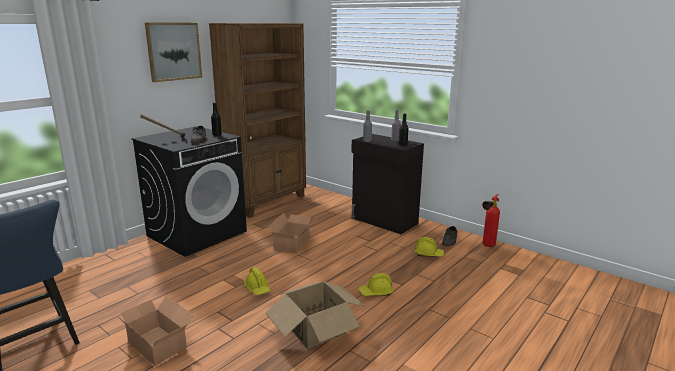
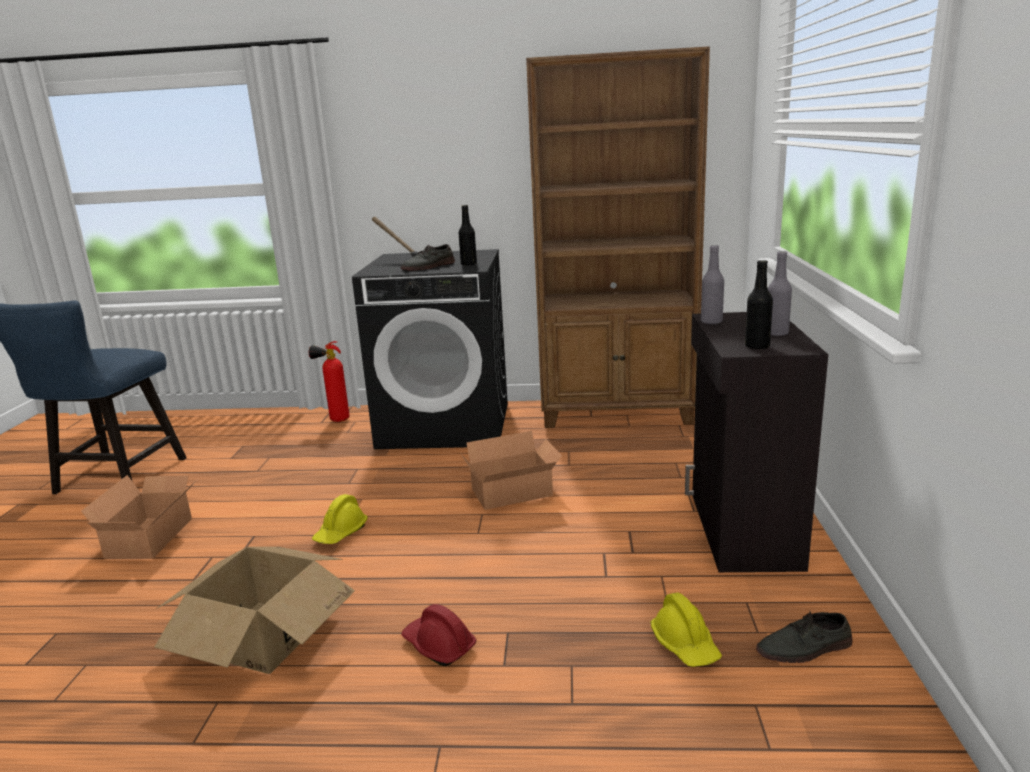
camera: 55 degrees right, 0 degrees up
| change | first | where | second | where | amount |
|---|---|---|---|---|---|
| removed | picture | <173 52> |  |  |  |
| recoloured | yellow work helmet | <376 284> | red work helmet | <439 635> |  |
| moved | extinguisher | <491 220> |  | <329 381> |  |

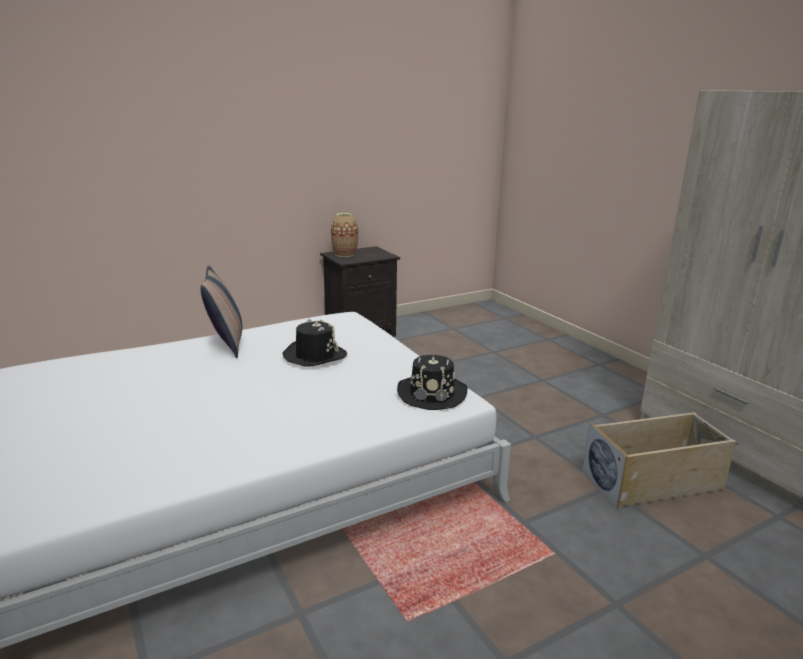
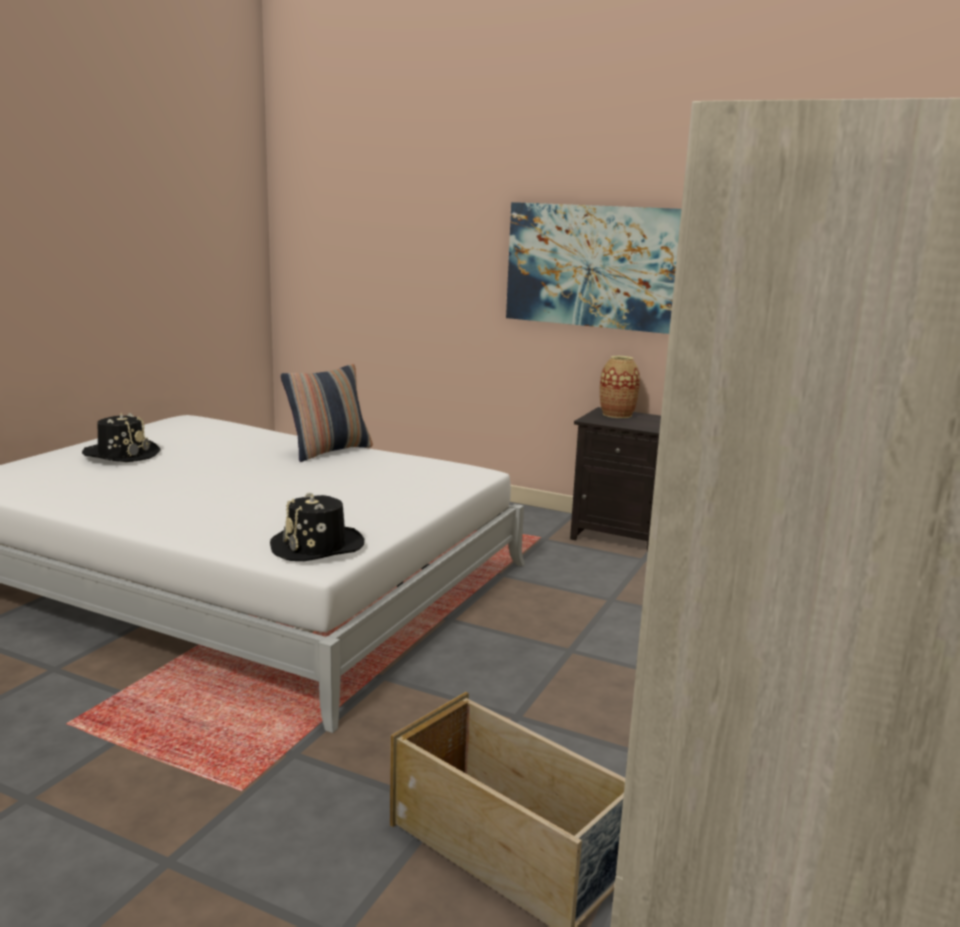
camera: 55 degrees right, 5 degrees down
| change | first | where | second | where | amount |
|---|---|---|---|---|---|
| moved | black wearable hat | <315 343> |  | <121 437> |  |
| added |  |  | picture | <593 268> |  |

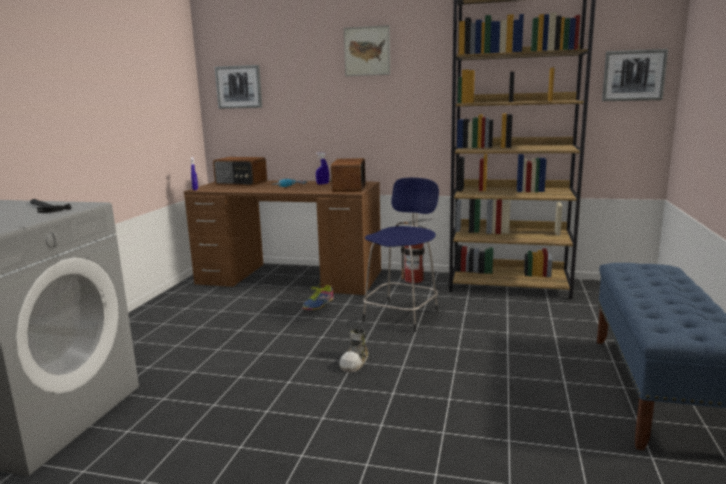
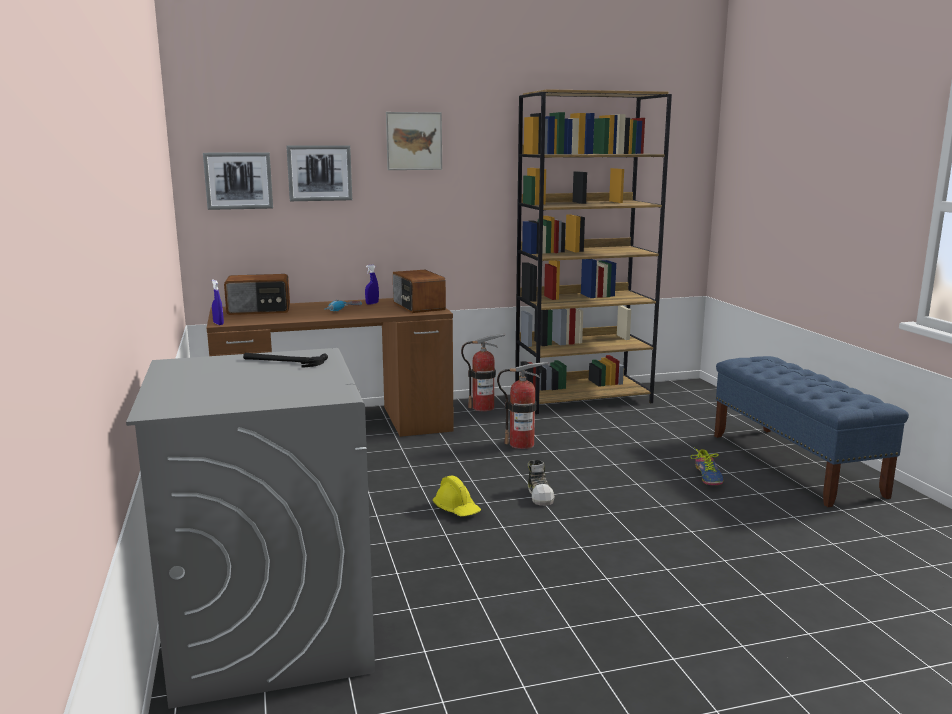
camera: 30 degrees left, 0 degrees up
| change | first | where | second | where | amount |
|---|---|---|---|---|---|
| moved | item of footwear | <318 296> |  | <707 466> |  |
| replaced | bluish stool seat | <400 255> | extinguisher | <522 405> |  |
| moved | picture | <635 75> |  | <319 173> |  |
| added |  |  | yellow work helmet | <456 496> |  |

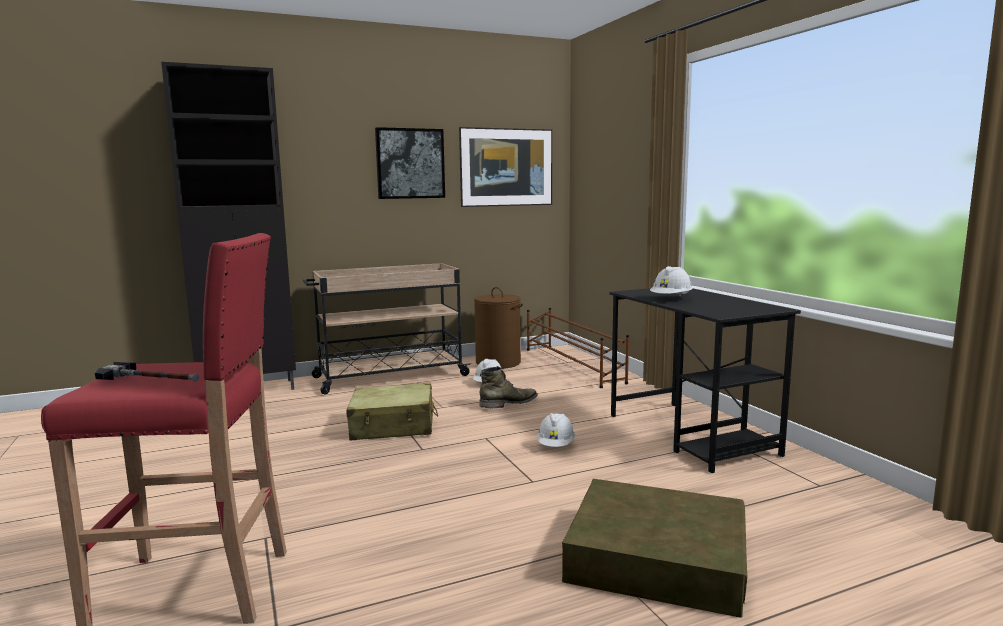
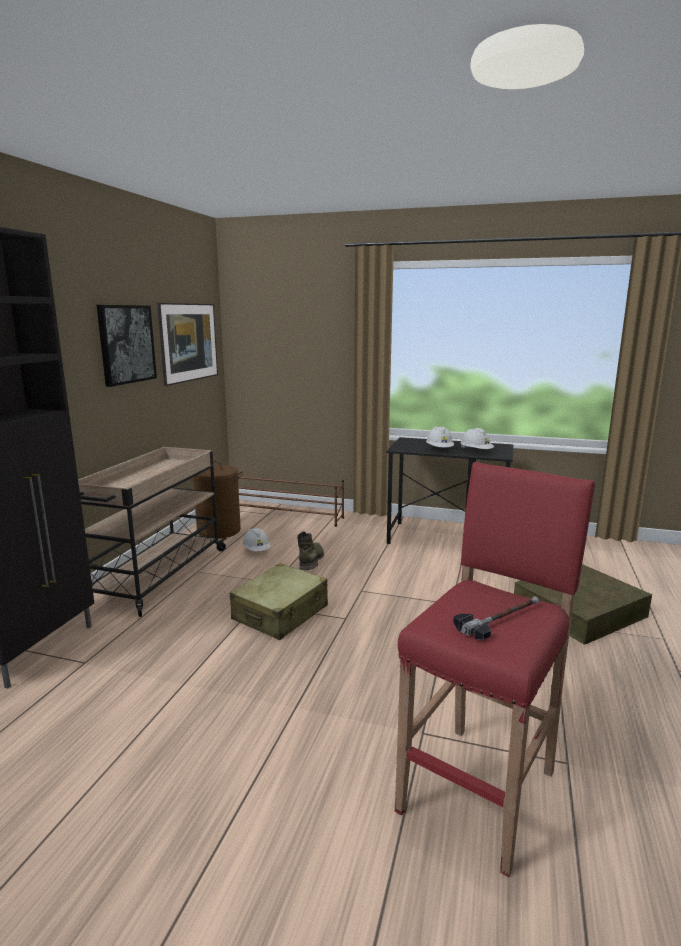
camera: 50 degrees left, 5 degrees up
| change | first | where | second | where | amount |
|---|---|---|---|---|---|
| moved | white work helmet | <556 430> |  | <477 438> |  |

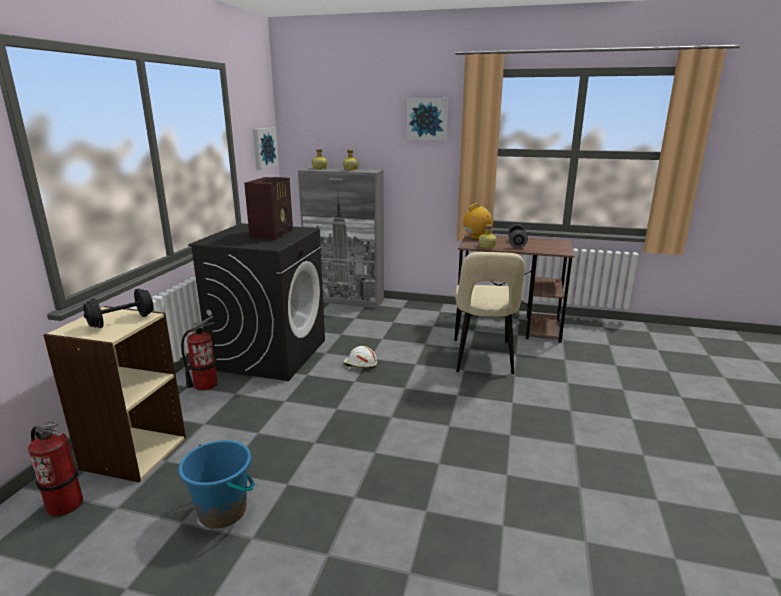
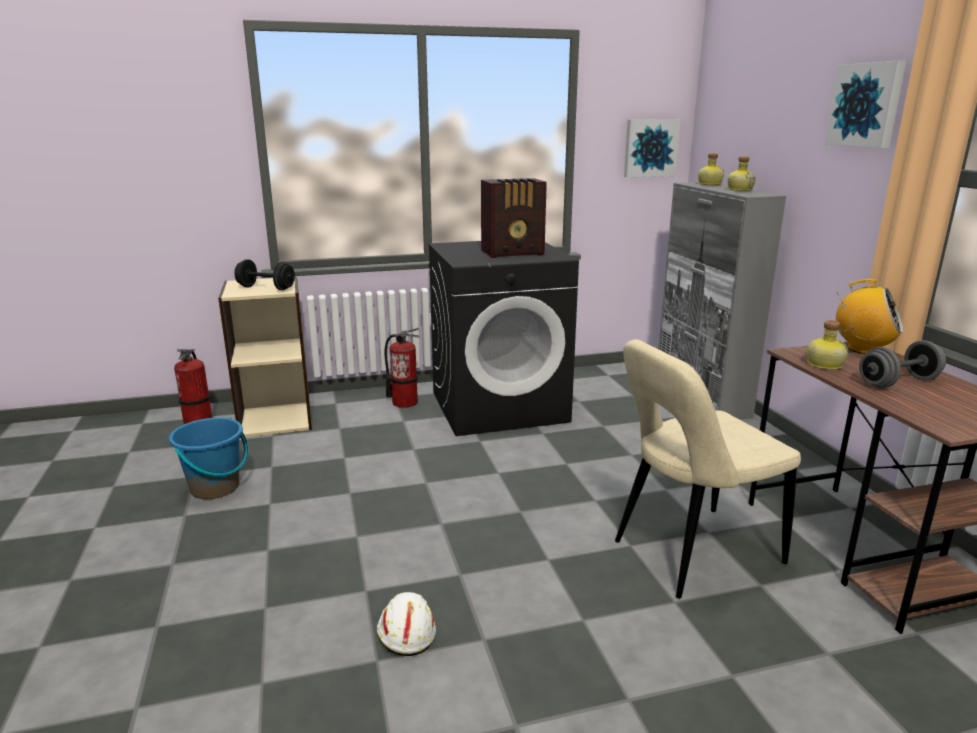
camera: 60 degrees right, 0 degrees up
| change | first | where | second | where | amount |
|---|---|---|---|---|---|
| moved | white work helmet | <360 357> |  | <406 624> |  |

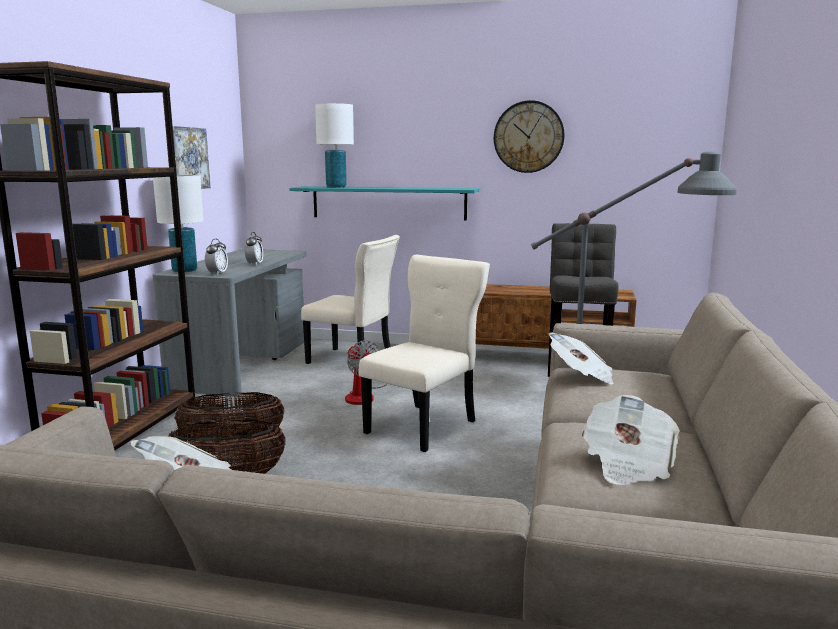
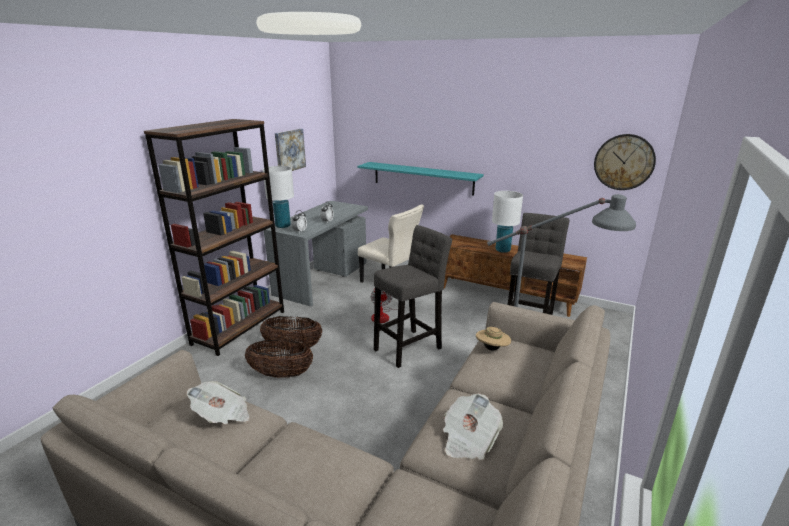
camera: 15 degrees right, 10 degrees up
| change | first | where | second | where | amount |
|---|---|---|---|---|---|
| moved | white lamp for a table | <334 145> |  | <507 222> |  |
| replaced | sand-coloured upright chair | <424 353> | grey stool seat | <413 296> |  |
| moved | clock on the wall | <529 136> |  | <625 162> |  |
| replaced | newspaper | <581 358> | sand-coloured wearable hat | <493 339> |  |

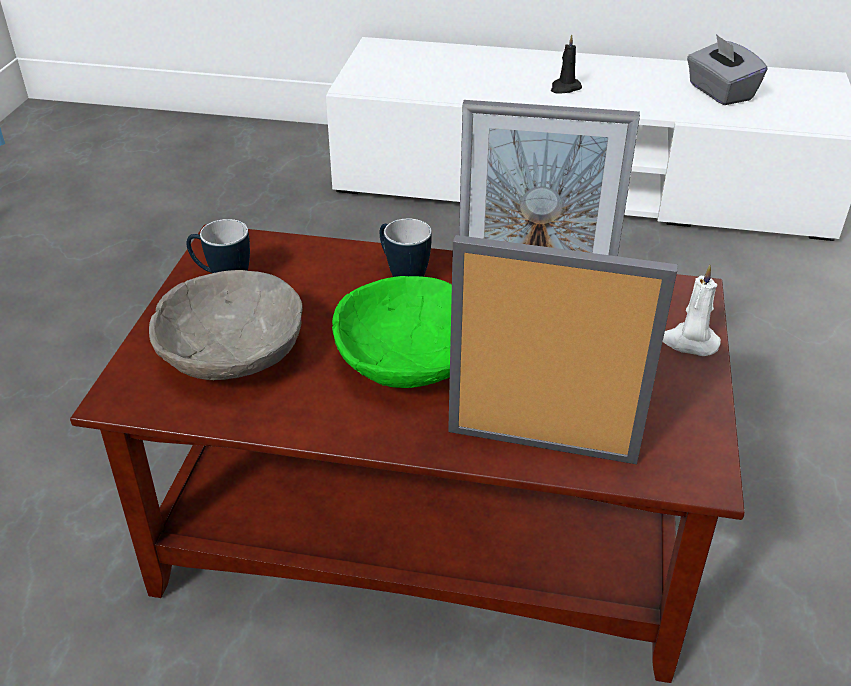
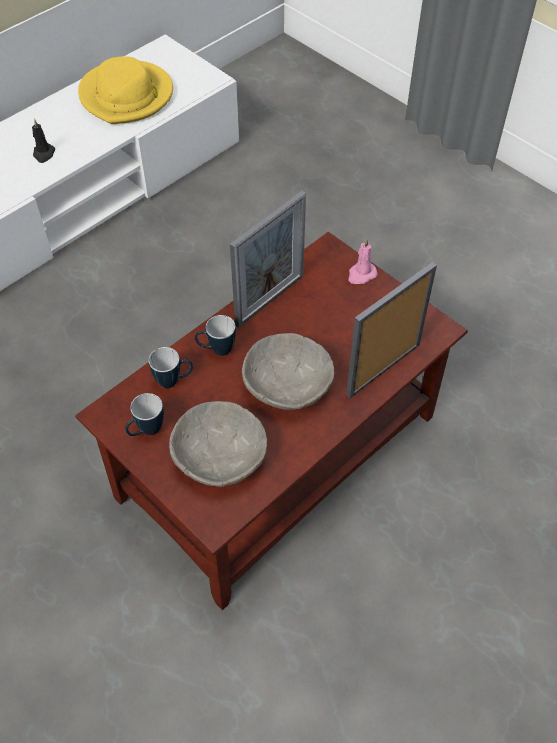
camera: 55 degrees left, 15 degrees up
| change | first | where | second | where | amount |
|---|---|---|---|---|---|
| recoloured | greenish serving bowl | <392 332> | grey serving bowl | <288 371> |  |
| recoloured | white candle | <692 310> | pinkish candle | <363 261> |  |
| replaced | grey box of tissues | <727 69> | yellow wearable hat | <125 90> |  |
| added |  |  | coffee mug | <171 367> |  |

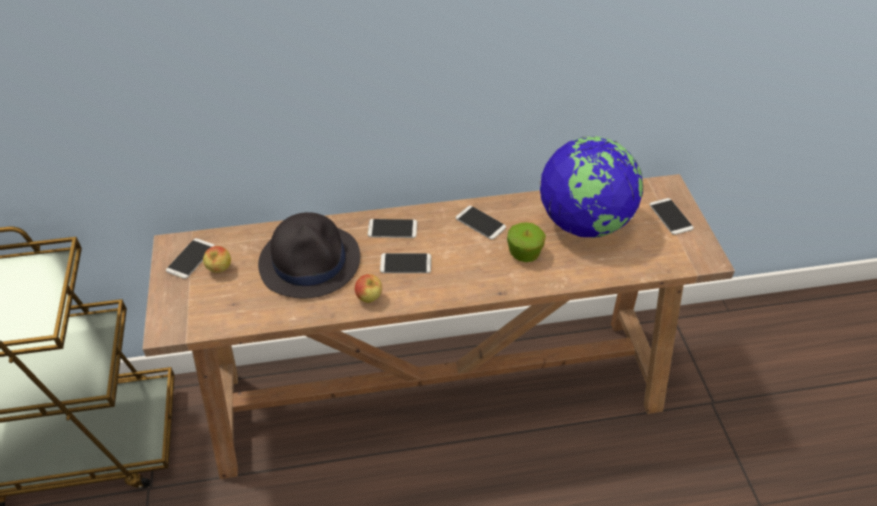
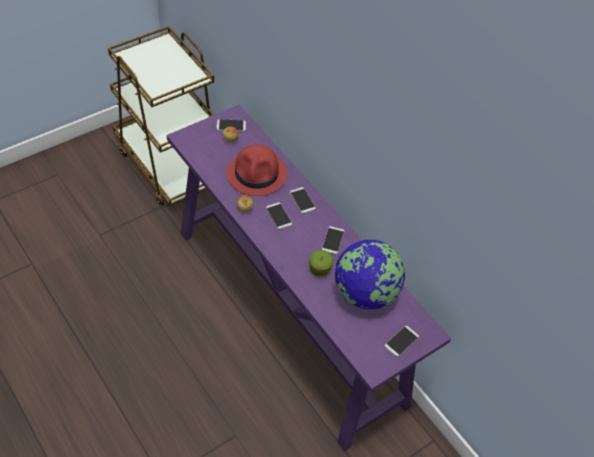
camera: 60 degrees right, 5 degrees up
| change | first | where | second | where | amount |
|---|---|---|---|---|---|
| recoloured | brown-coloured hall table | <439 326> | purplish hall table | <309 278> |  |
| recoloured | black wearable hat | <309 255> | red wearable hat | <256 170> |  |

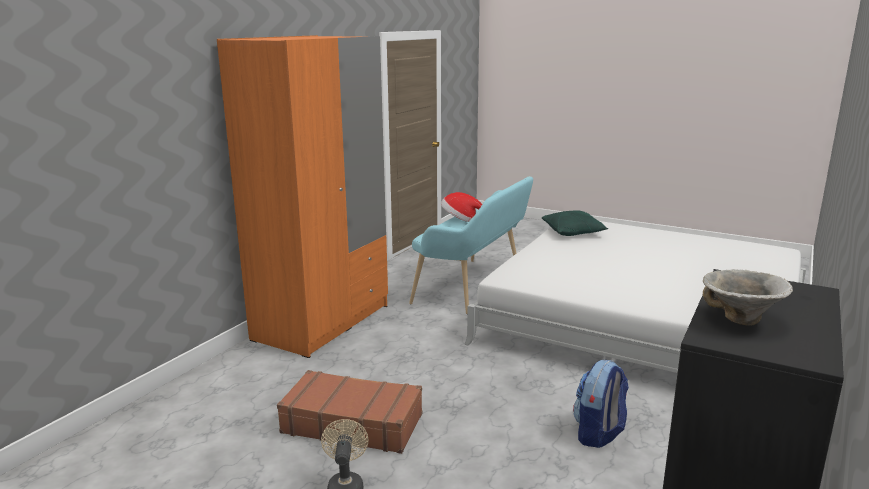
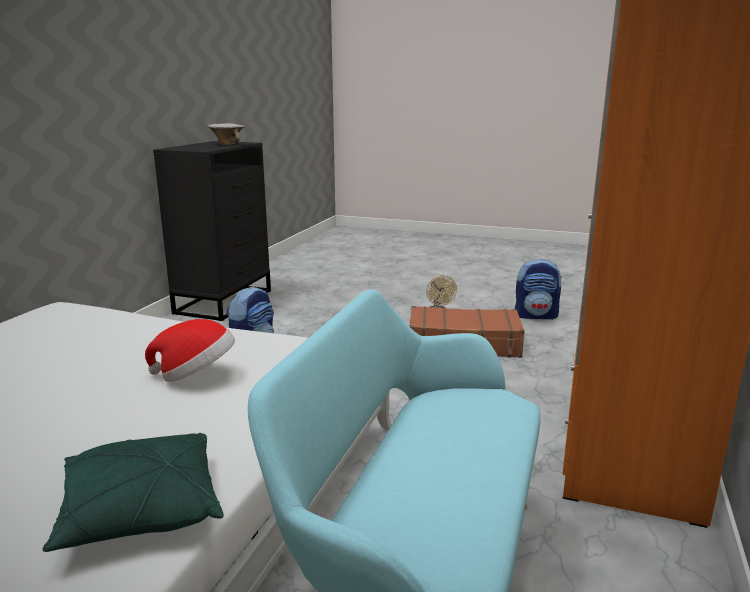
camera: 170 degrees right, 0 degrees up
| change | first | where | second | where | amount |
|---|---|---|---|---|---|
| moved | wearable hat | <461 207> |  | <190 350> |  |
| added |  |  | backpack | <538 289> |  |

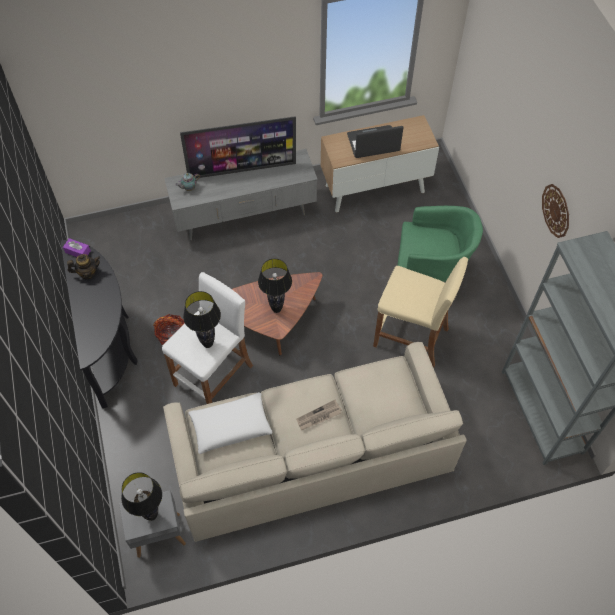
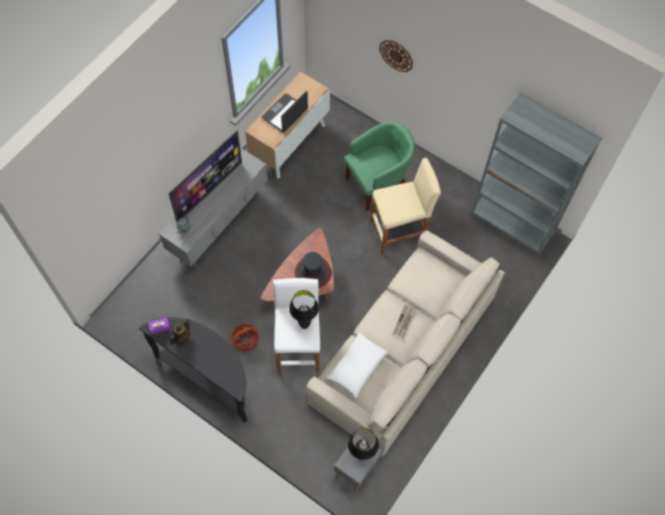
camera: 40 degrees left, 5 degrees up
| change | first | where | second | where | amount |
|---|---|---|---|---|---|
| replaced | black lamp for a table | <275 286> | wearable hat | <313 270> |  |
| moved | clock on the wall | <555 211> |  | <396 56> |  |

